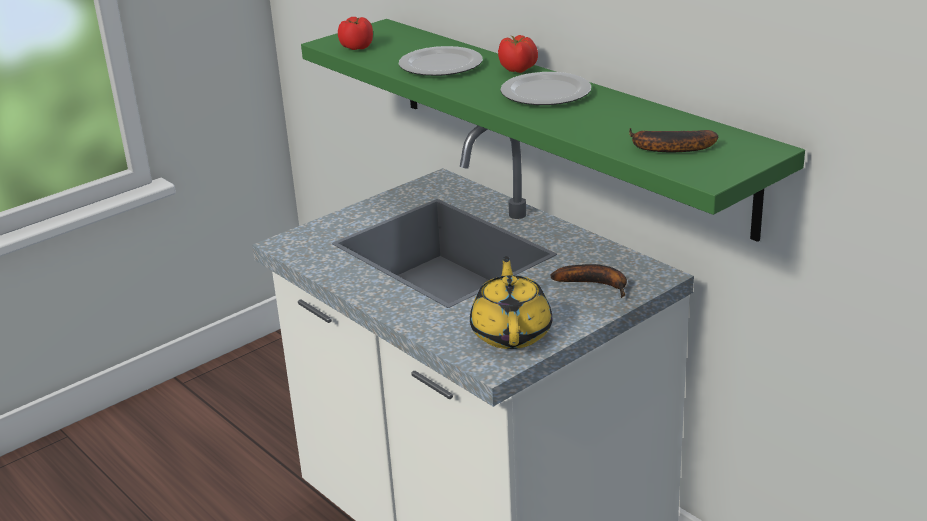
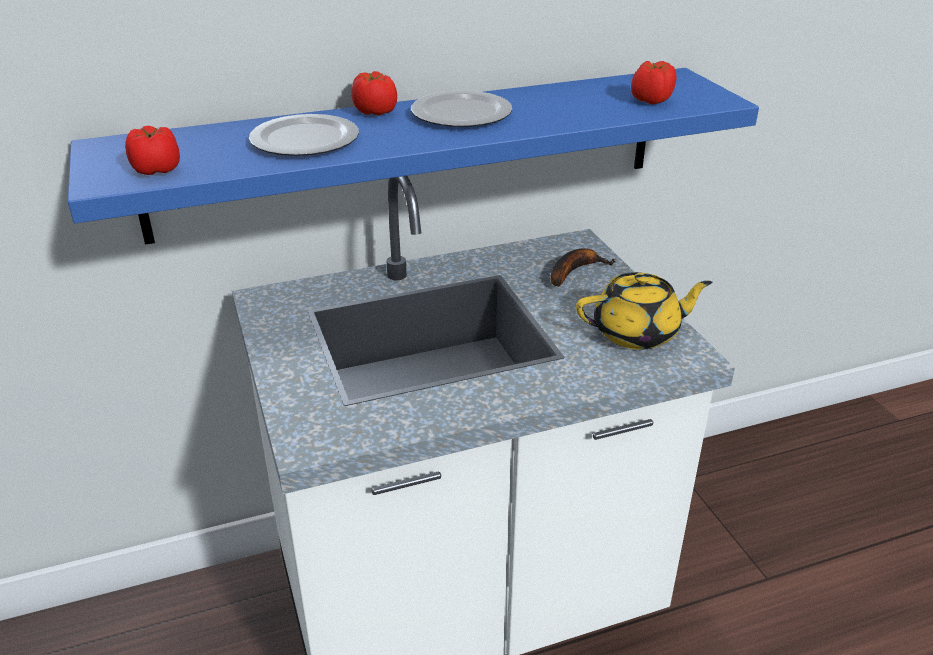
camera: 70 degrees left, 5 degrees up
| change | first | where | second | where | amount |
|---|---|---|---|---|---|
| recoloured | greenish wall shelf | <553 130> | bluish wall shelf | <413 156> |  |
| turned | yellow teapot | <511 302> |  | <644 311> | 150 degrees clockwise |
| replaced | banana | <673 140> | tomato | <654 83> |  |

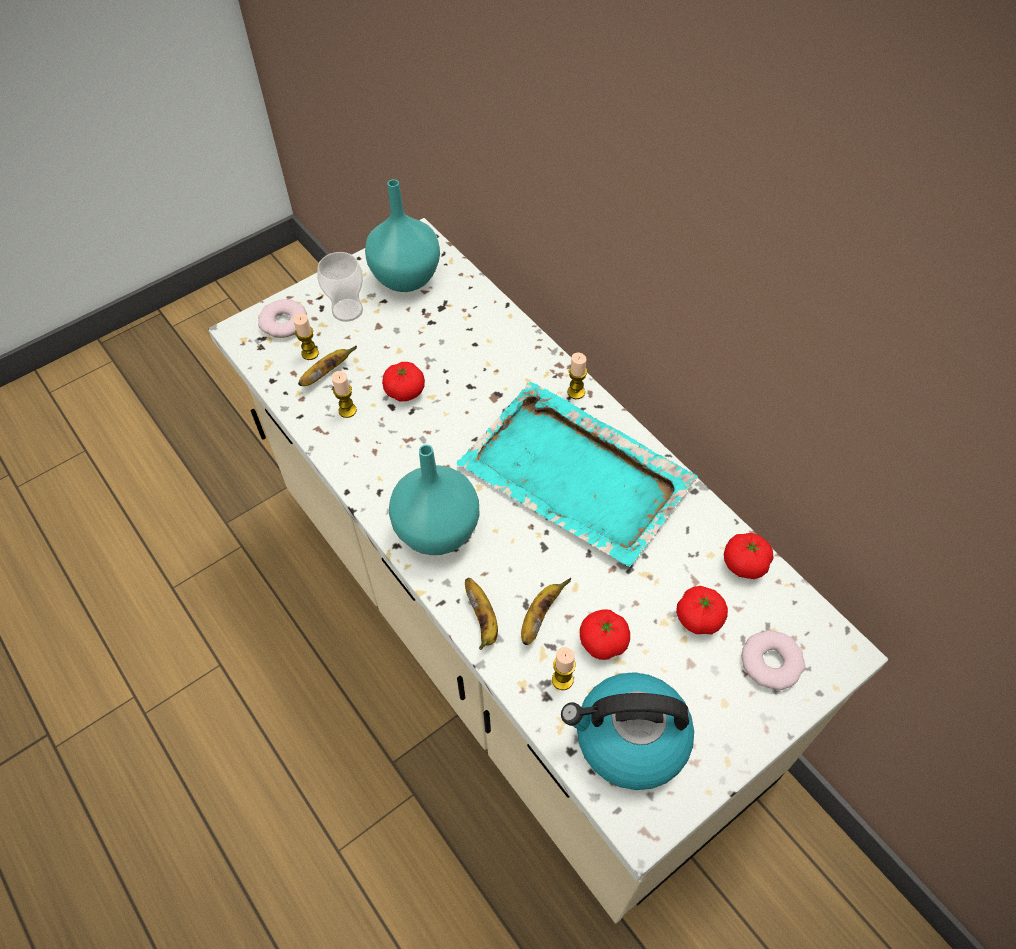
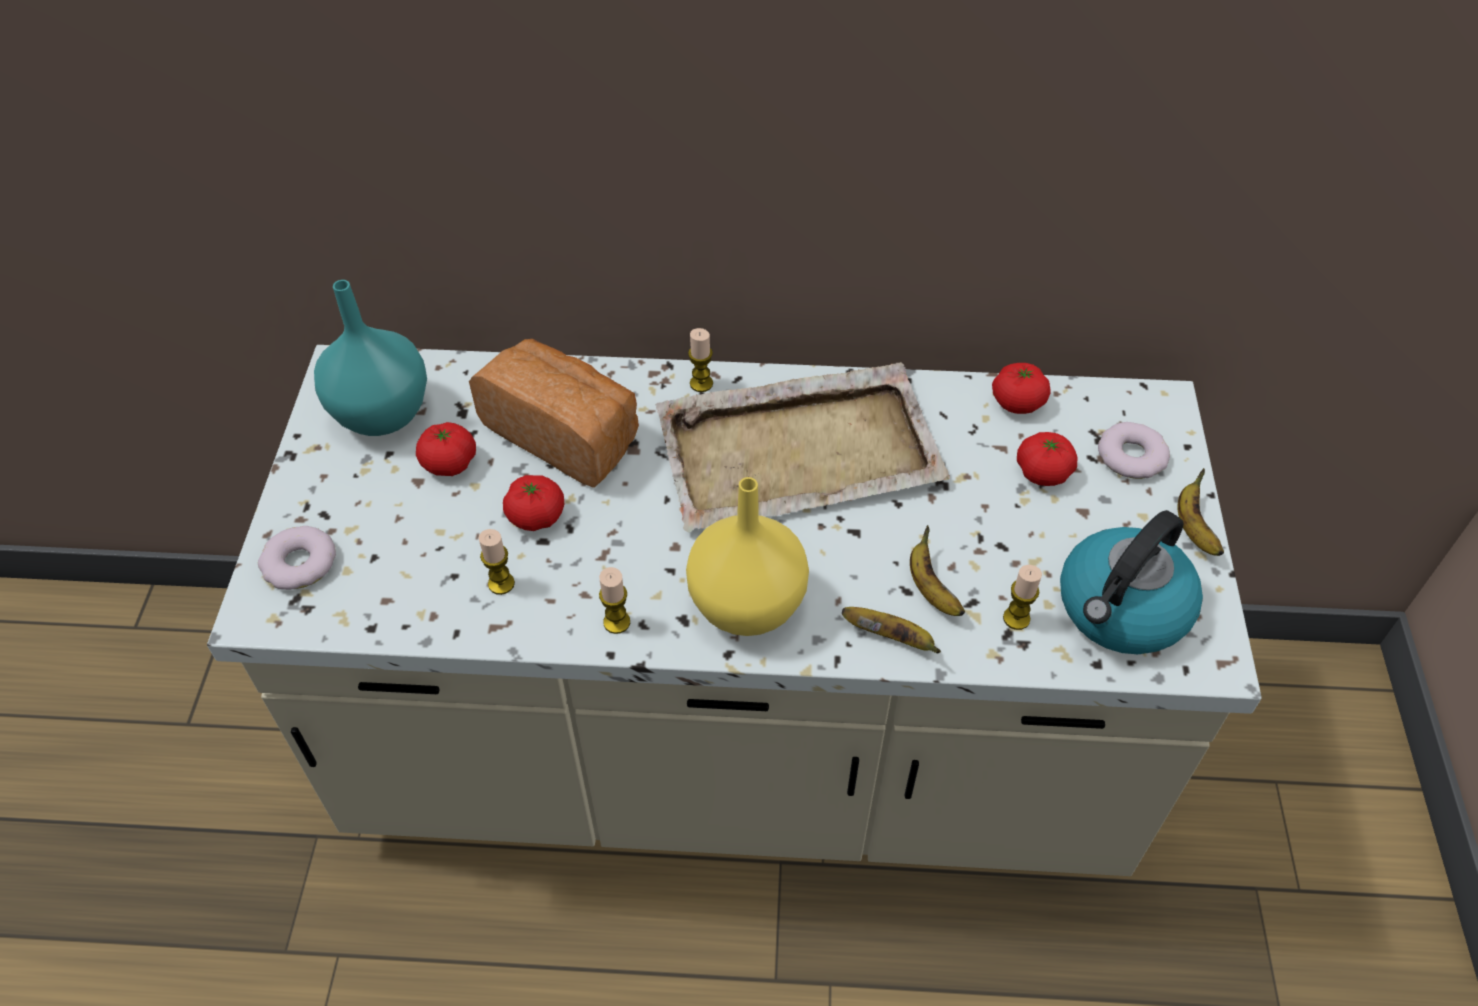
camera: 50 degrees left, 5 degrees down
| change | first | where | second | where | amount |
|---|---|---|---|---|---|
| moved | candle | <306 336> |  | <614 600> |  |
| moved | banana | <327 365> |  | <1200 512> |  |
| removed | small cup | <340 287> |  |  |  |
| recoloured | turquoise-coloured vase | <434 500> | yellow vase | <747 556> |  |
| recoloured | turquoise-coloured tray | <577 474> | sand-coloured tray | <803 447> |  |
| moved | tomato | <605 634> |  | <446 449> |  |
| added |  |  | baked bread | <554 413> |  |

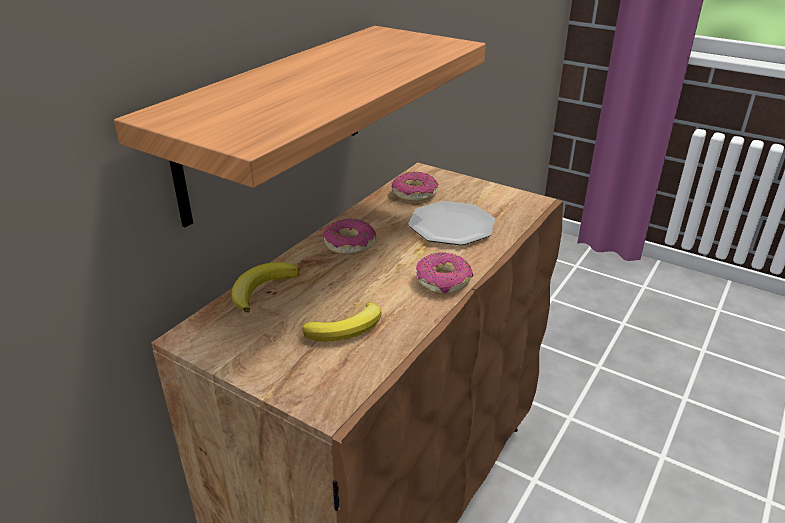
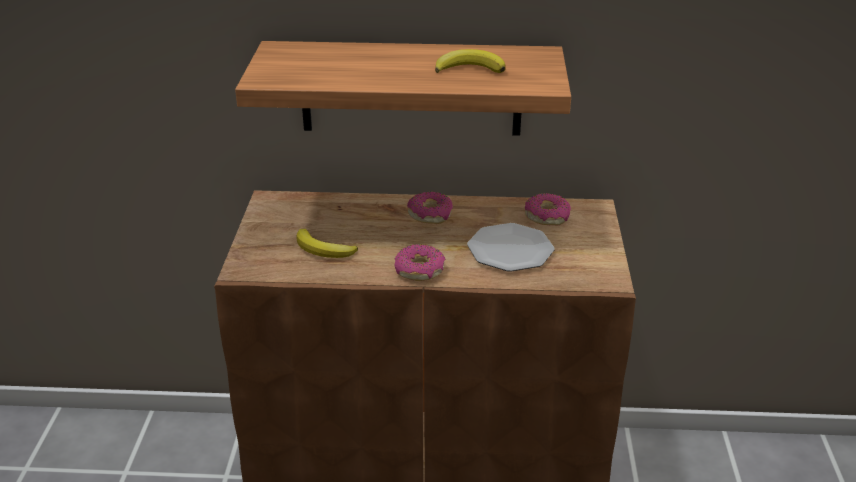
camera: 60 degrees right, 0 degrees up
| change | first | where | second | where | amount |
|---|---|---|---|---|---|
| moved | banana | <266 287> |  | <470 61> |  |

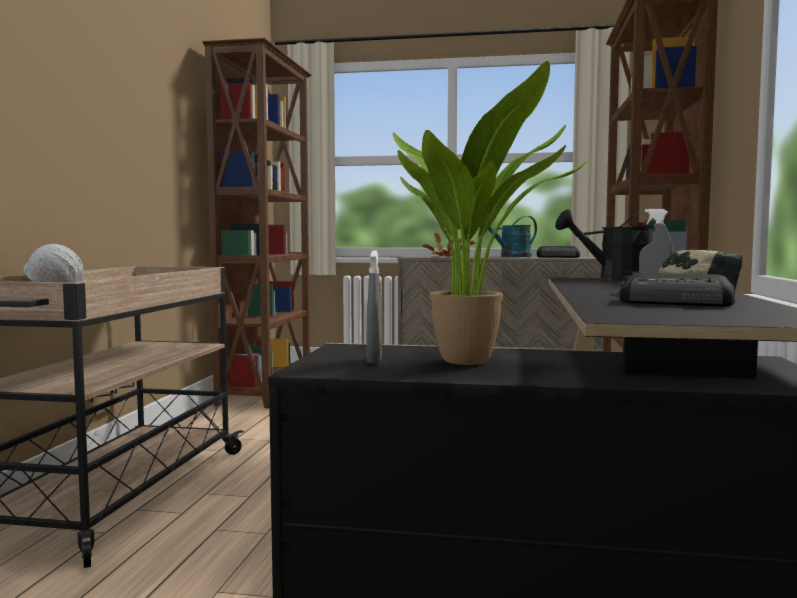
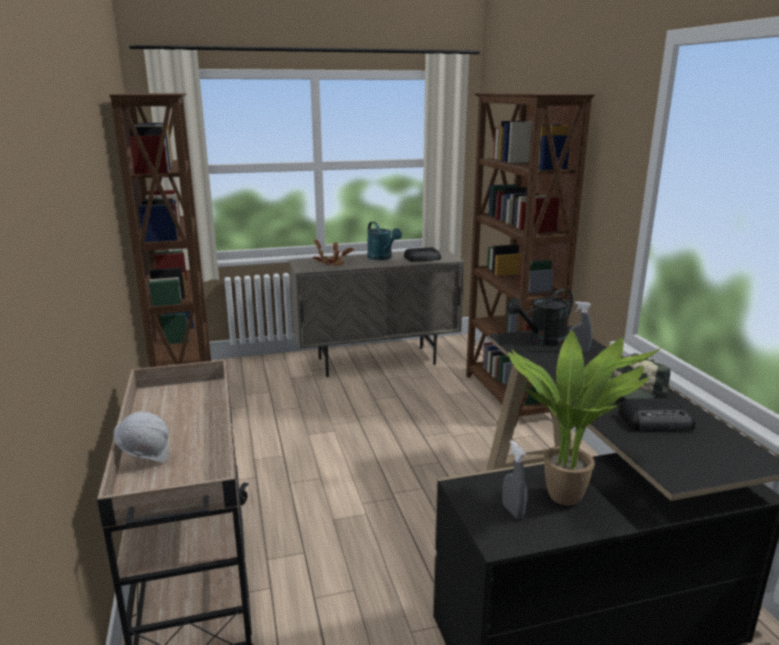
camera: 25 degrees left, 15 degrees up
| change | first | where | second | where | amount |
|---|---|---|---|---|---|
| turned | turquoise-coloured watering can | <512 236> |  | <384 241> | 75 degrees counterclockwise |

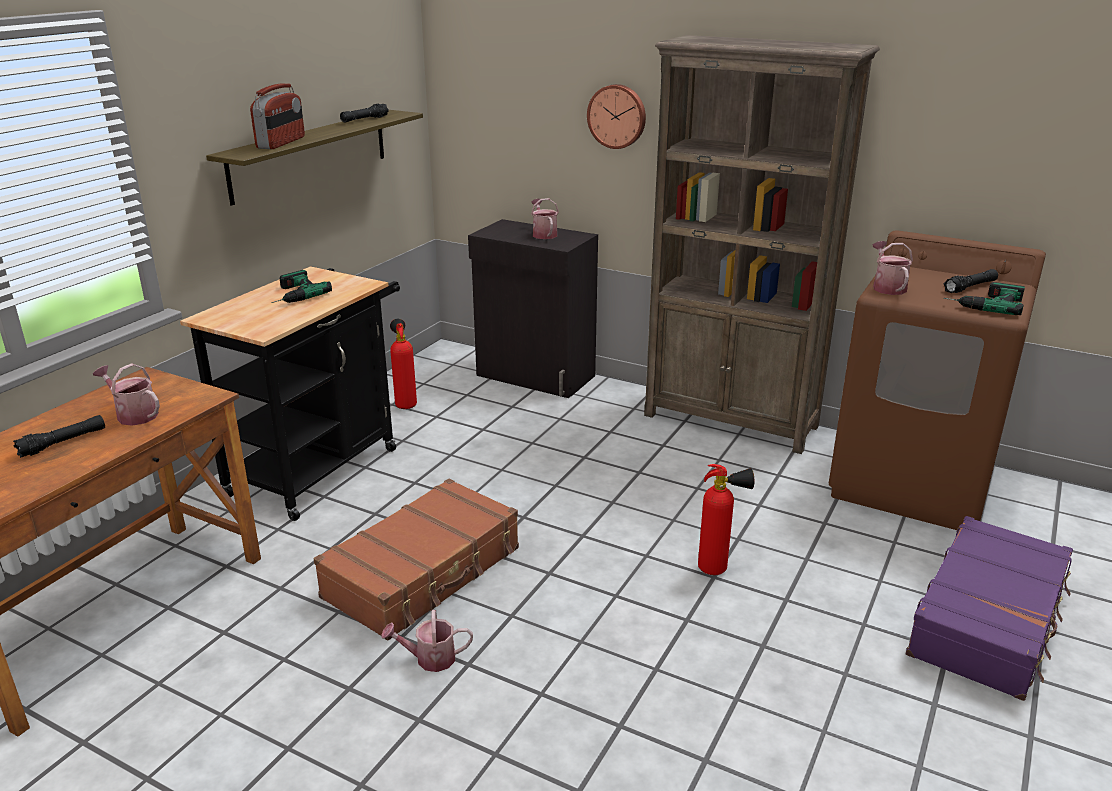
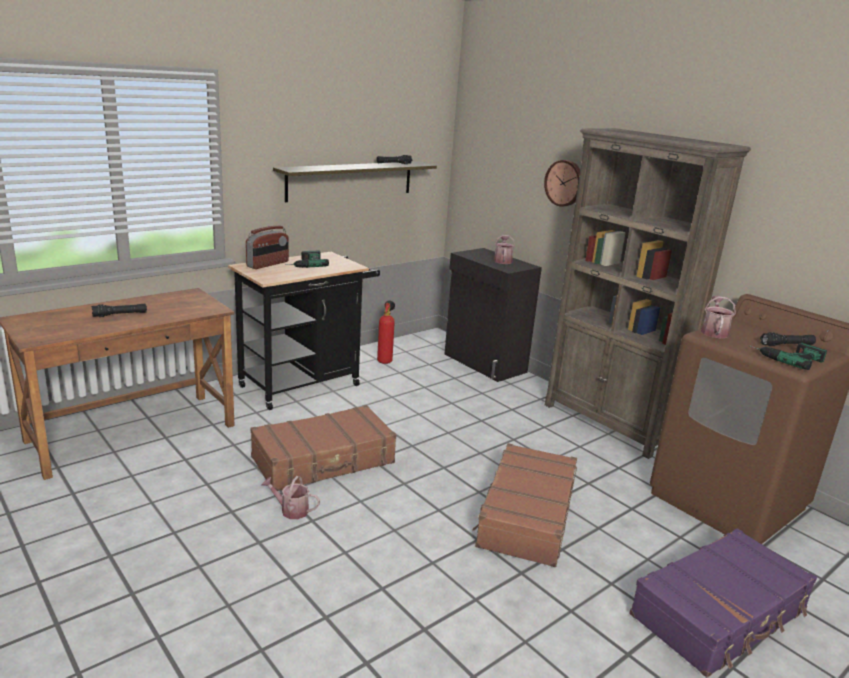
camera: 20 degrees right, 5 degrees down
| change | first | where | second | where | amount |
|---|---|---|---|---|---|
| removed | watering can | <126 394> |  |  |  |
| moved | radio set | <277 116> |  | <267 247> |  |
| replaced | extinguisher | <726 519> | brown-coloured suitcase | <524 505> |  |

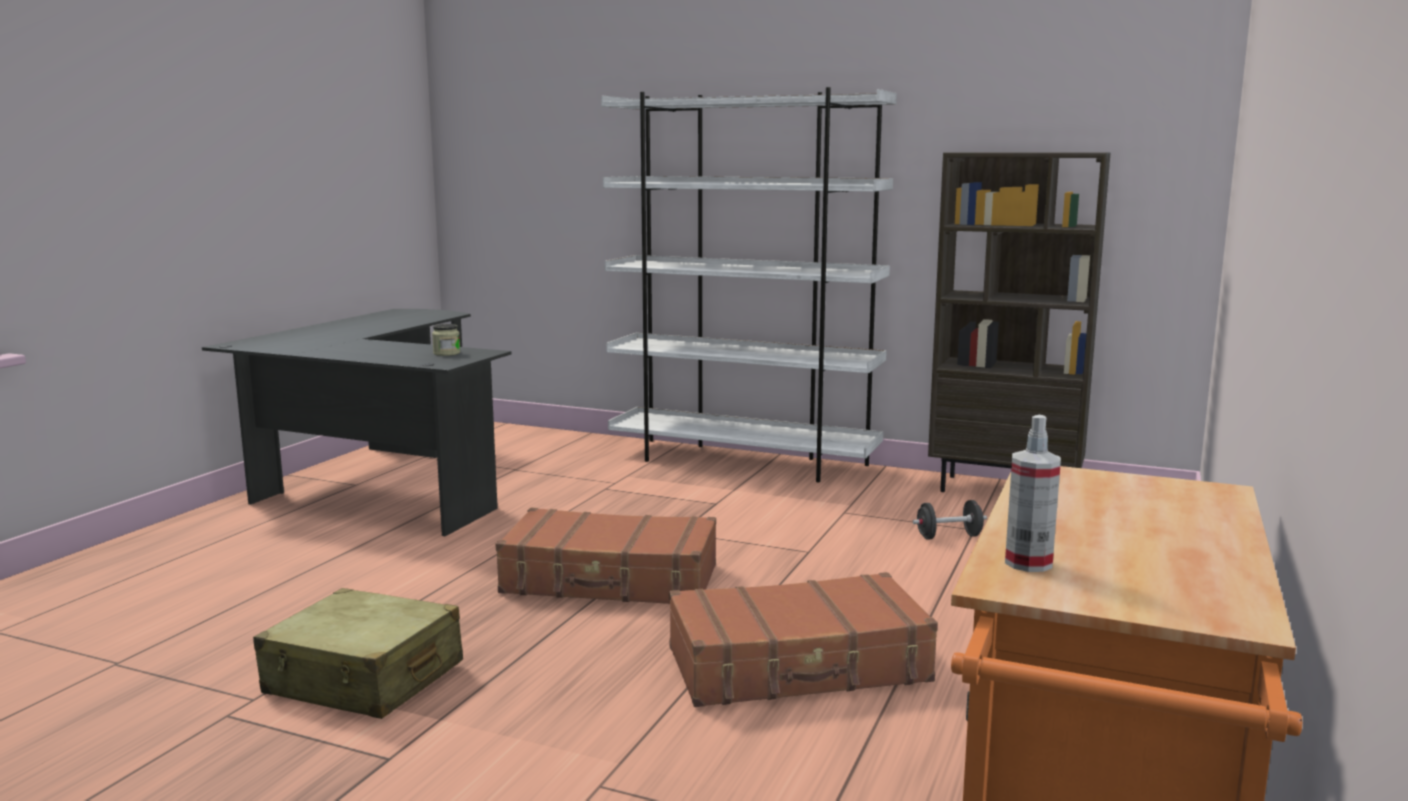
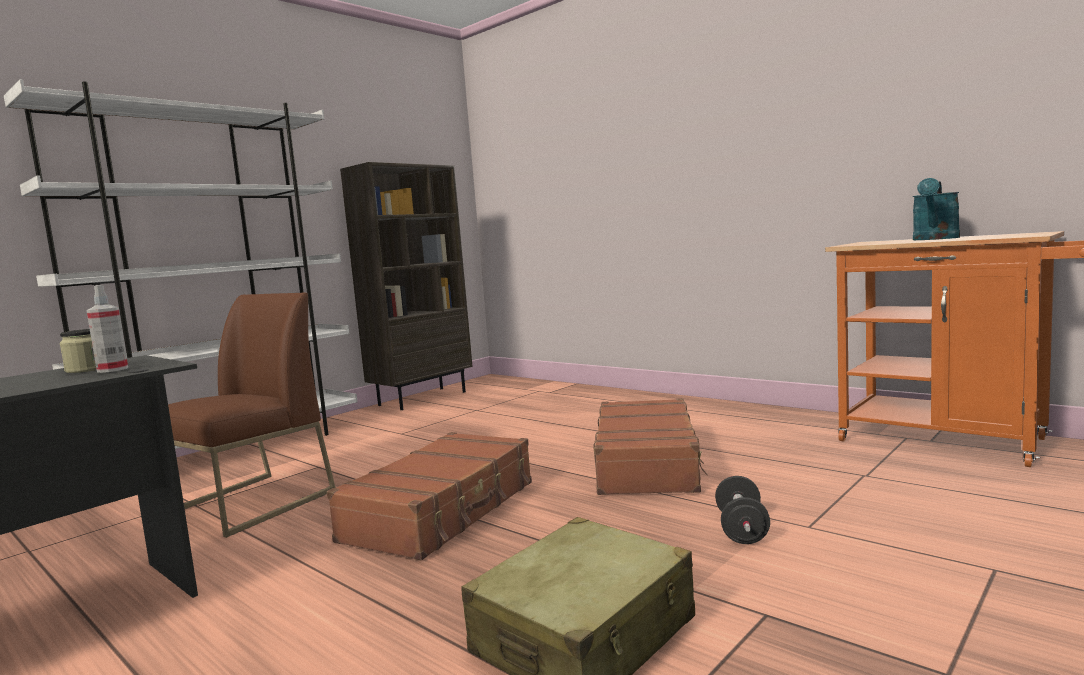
camera: 70 degrees left, 5 degrees down
| change | first | where | second | where | amount |
|---|---|---|---|---|---|
| moved | black hand weight | <950 520> |  | <742 510> |  |
| moved | sprayer | <1033 493> |  | <107 329> |  |
| added |  |  | brown-coloured upright chair | <251 415> |  |
| added |  |  | turquoise-coloured watering can | <936 209> |  |

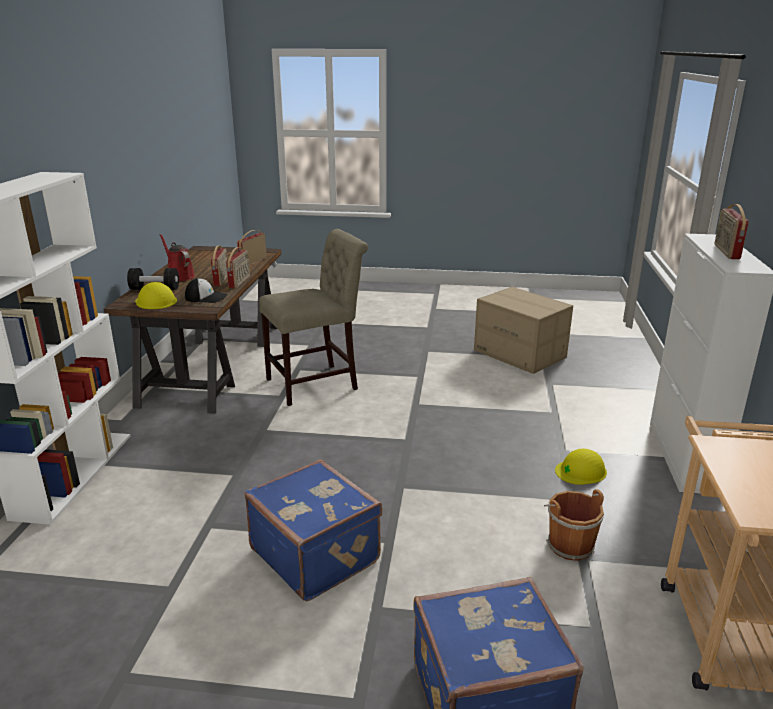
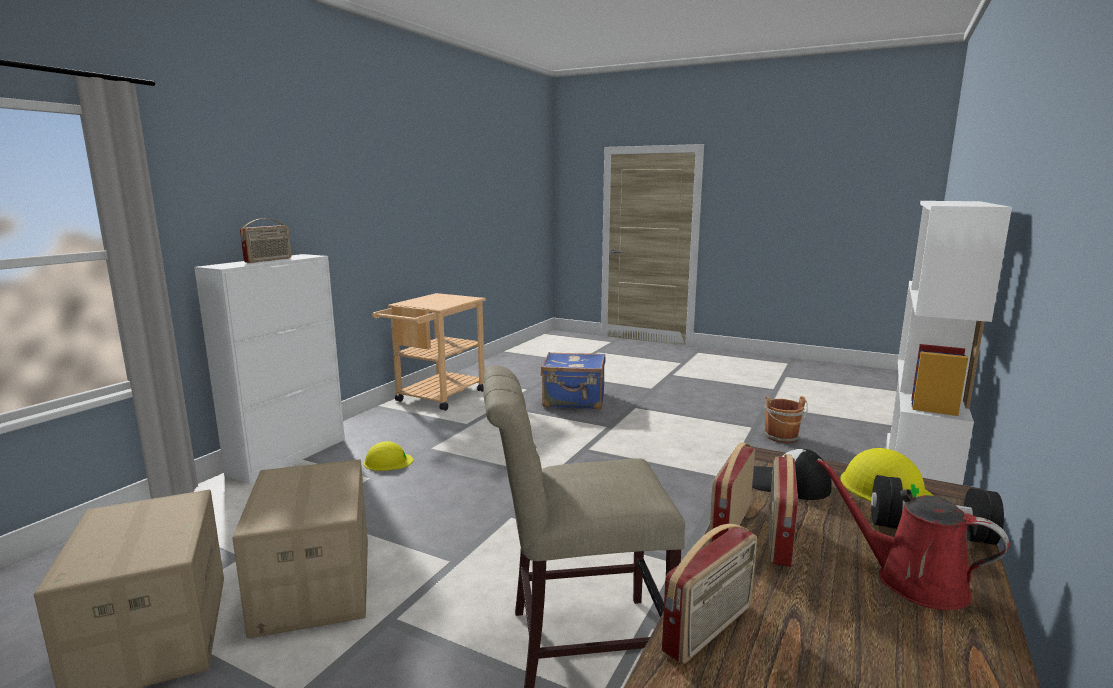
camera: 160 degrees left, 10 degrees down
| change | first | where | second | where | amount |
|---|---|---|---|---|---|
| turned | red watering can | <177 257> |  | <912 534> | 150 degrees clockwise |
| removed | bluish suitcase | <313 530> |  |  |  |
| moved | brown-coloured pail | <574 525> |  | <786 419> |  |
| added |  |  | cardboard box | <300 549> |  |

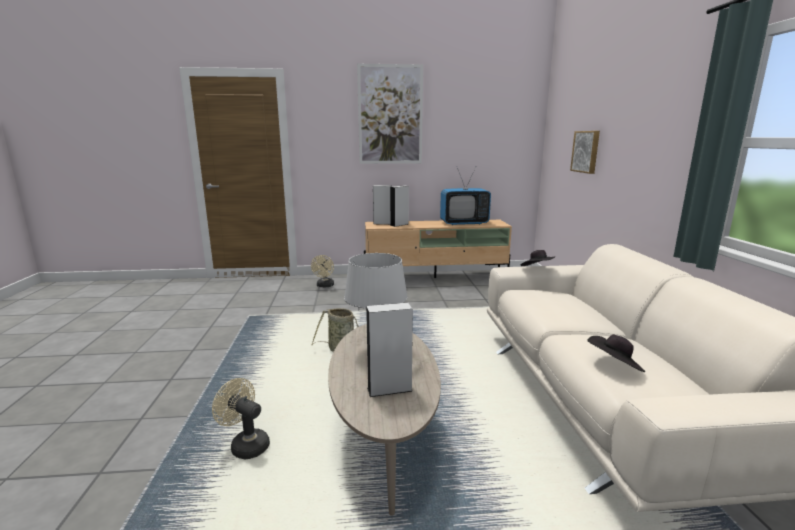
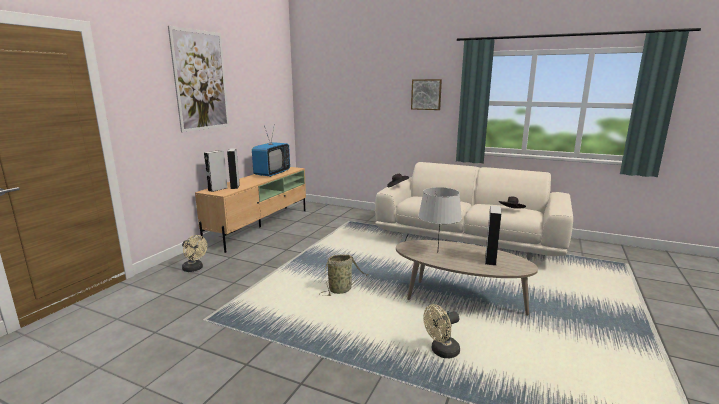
camera: 60 degrees left, 0 degrees up
| change | first | where | second | where | amount |
|---|---|---|---|---|---|
| moved | picture | <585 152> |  | <426 94> |  |

